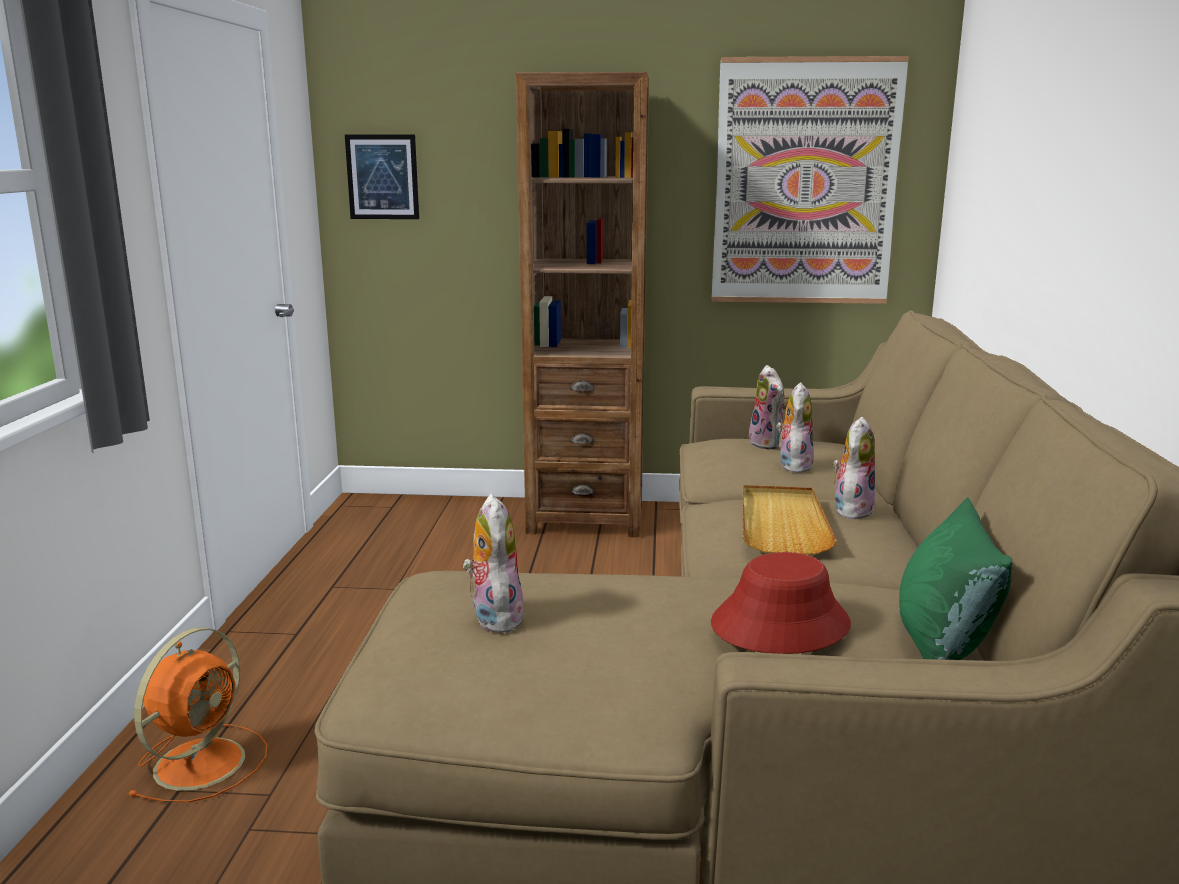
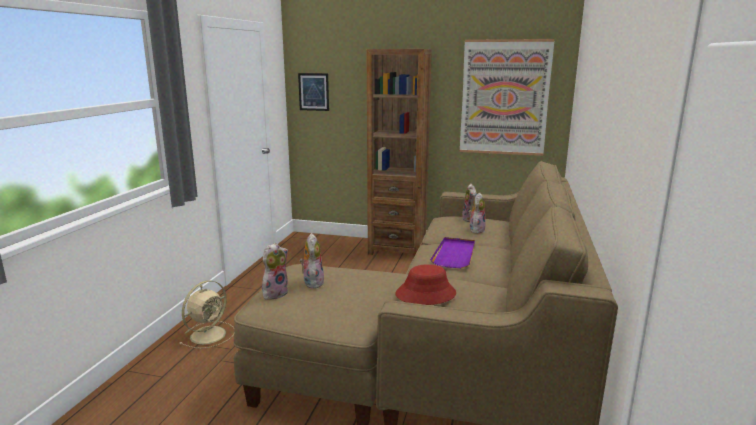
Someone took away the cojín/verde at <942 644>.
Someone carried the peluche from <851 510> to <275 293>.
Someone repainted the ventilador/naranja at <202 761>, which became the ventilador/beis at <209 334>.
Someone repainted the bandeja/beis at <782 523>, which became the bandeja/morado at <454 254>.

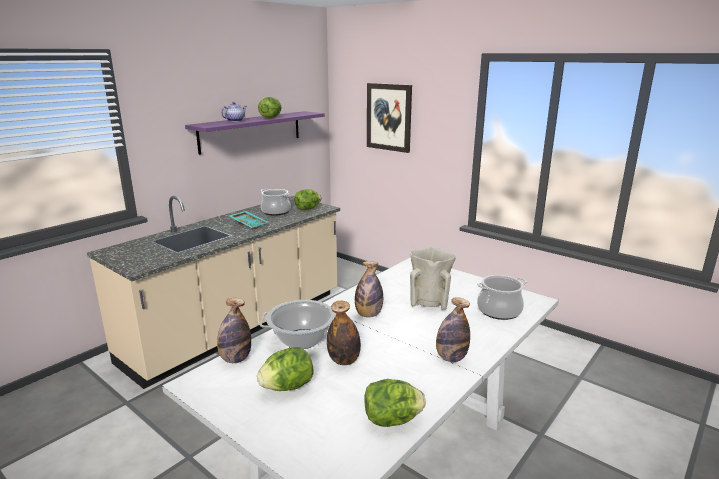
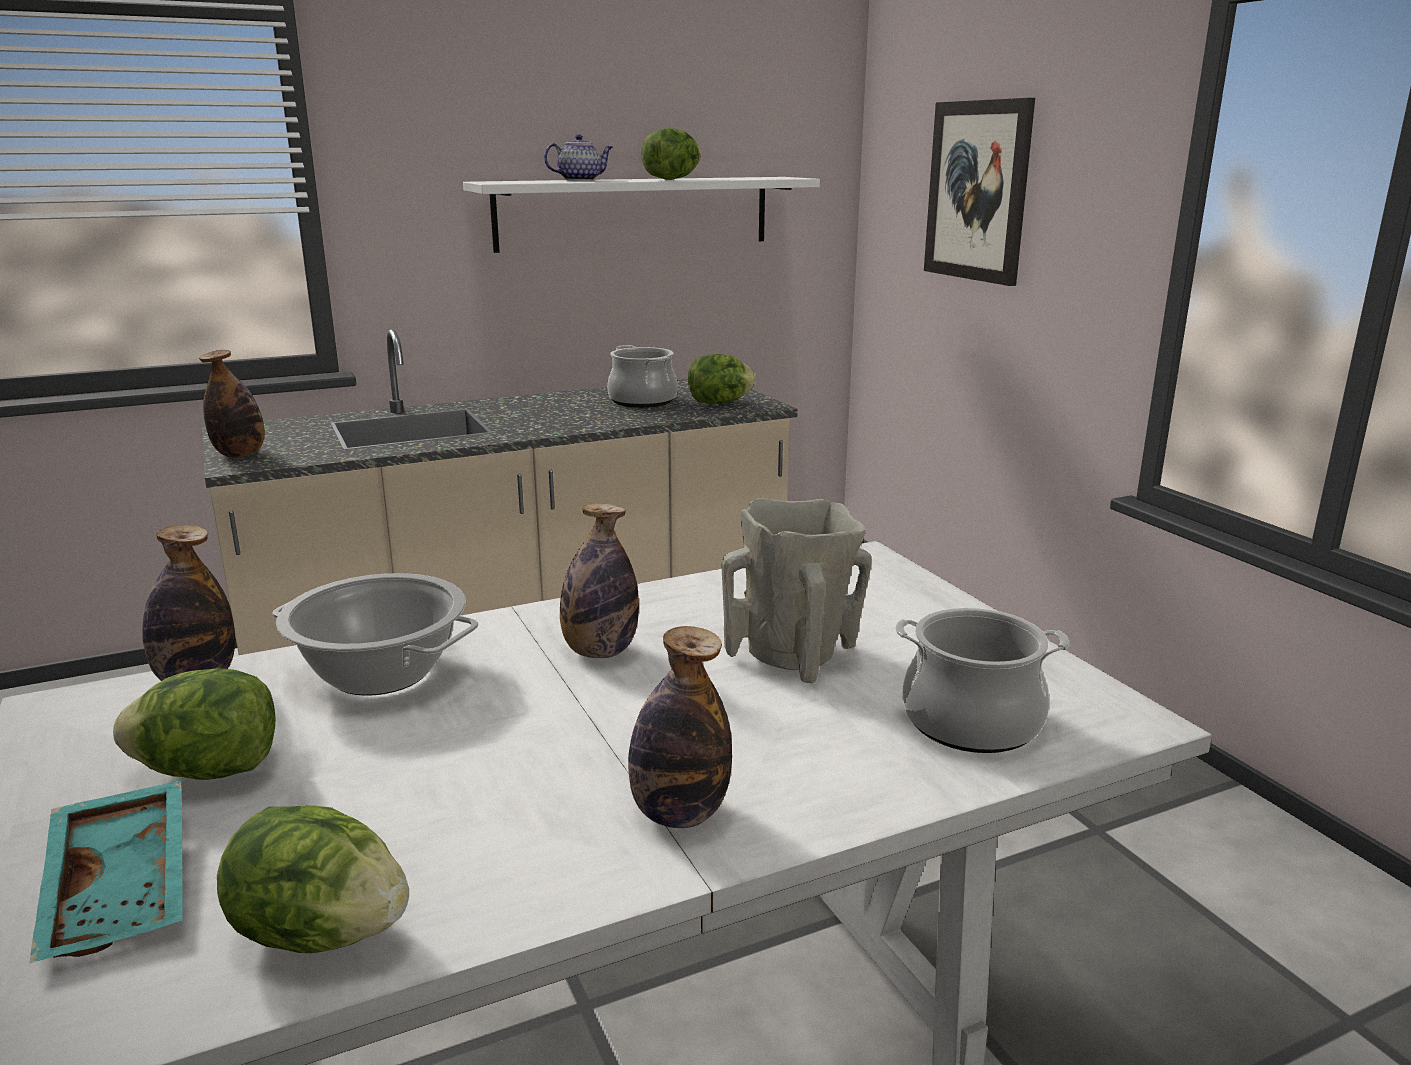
Someone carried the bandeja/turquesa from <249 224> to <125 887>.
Someone carried the botella from <344 360> to <240 455>.
Someone repainted the estante/morado at <251 131>, which became the estante/blanco at <634 213>.

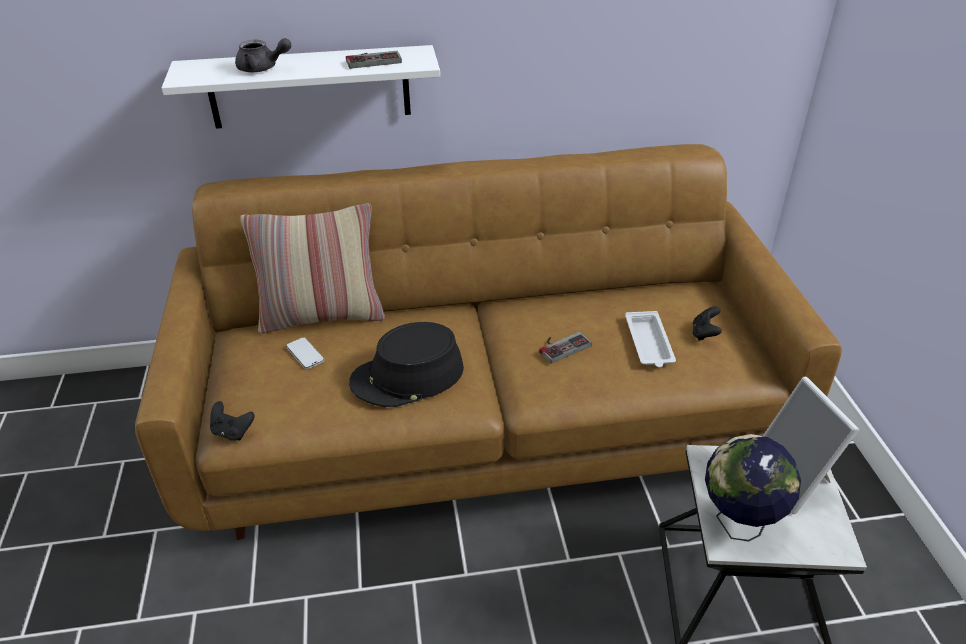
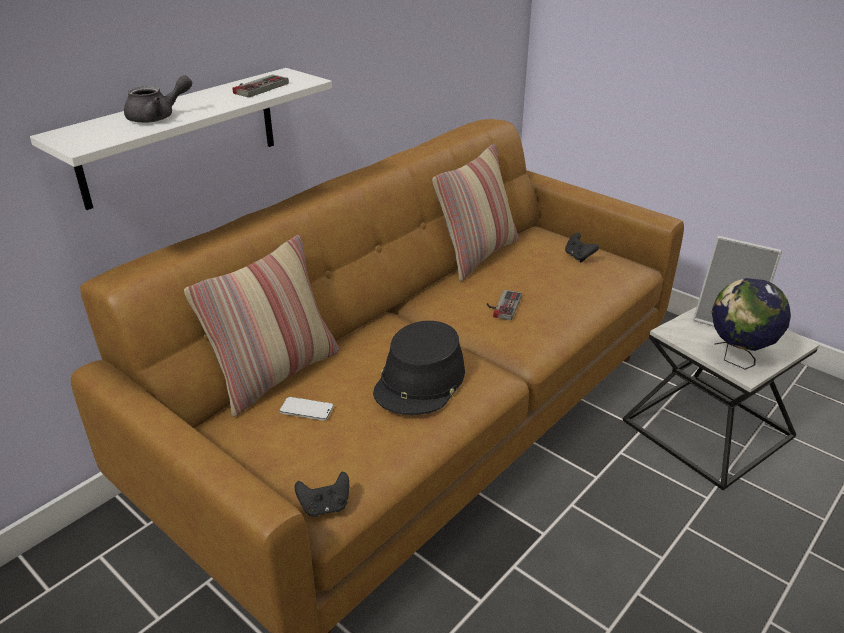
Someone took away the bandeja/blanco at <649 343>.
Someone put down the cojín at <477 255>.

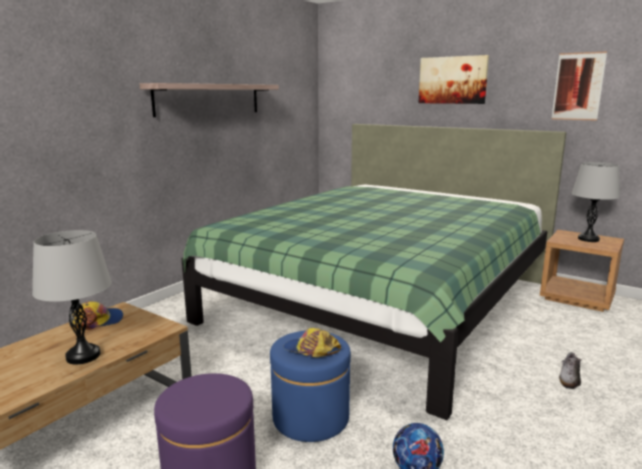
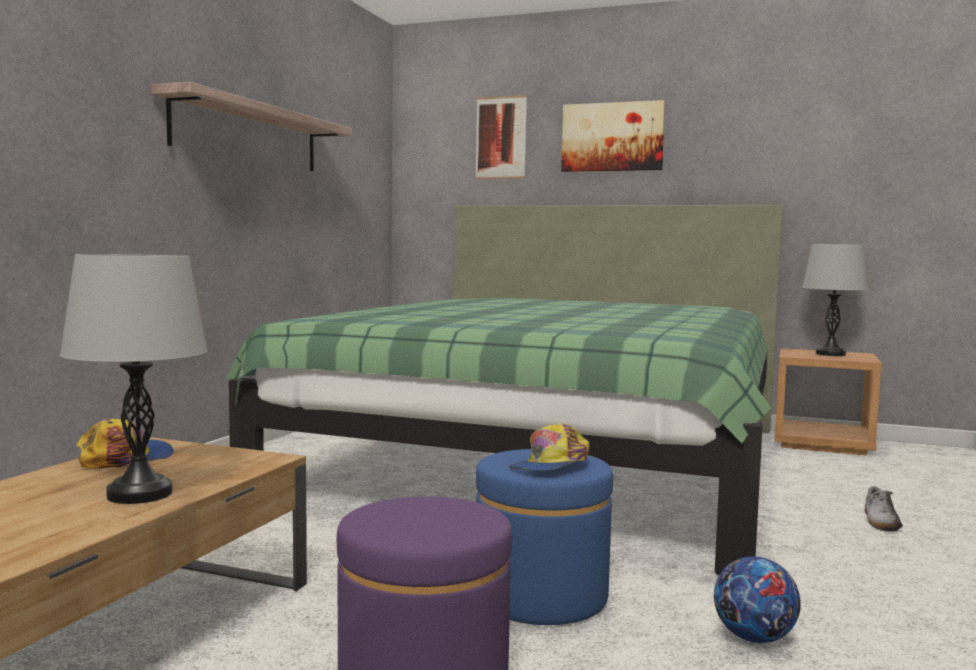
Someone carried the cuadro from <578 86> to <501 137>.
Someone rotated the gorra at <311 350> by 60 degrees counterclockwise.

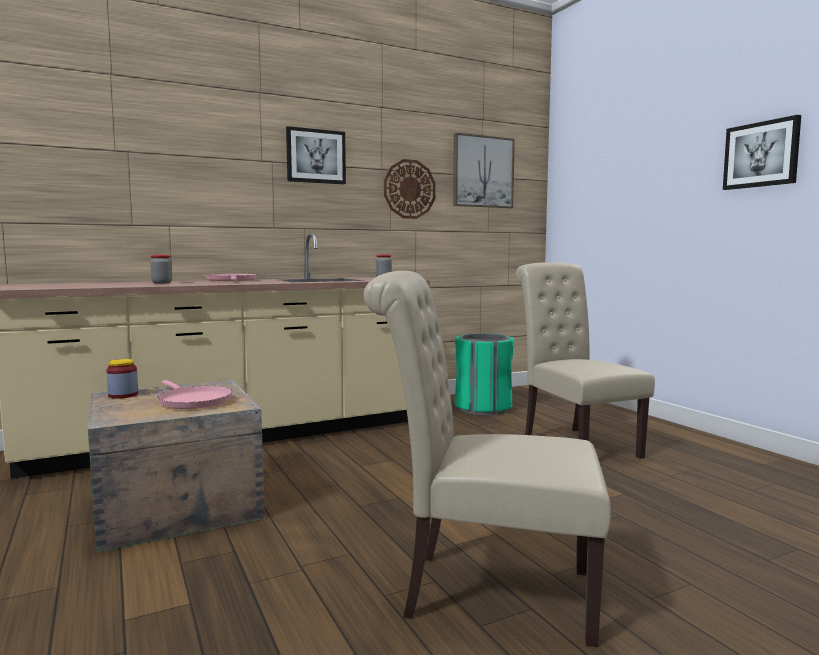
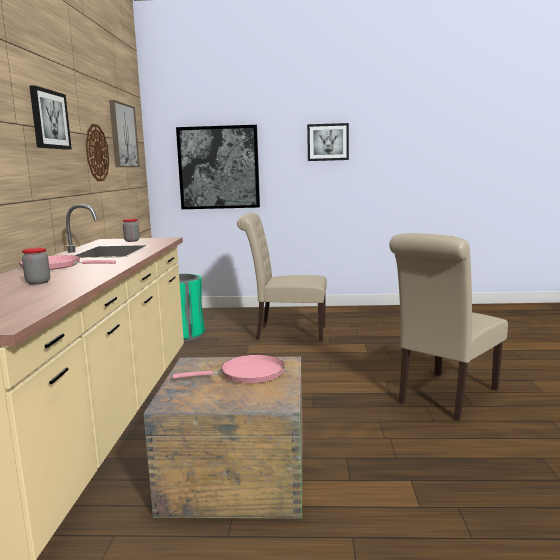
Someone took away the tarro at <123 395>.
Someone put up the cuadro at <218 167>.

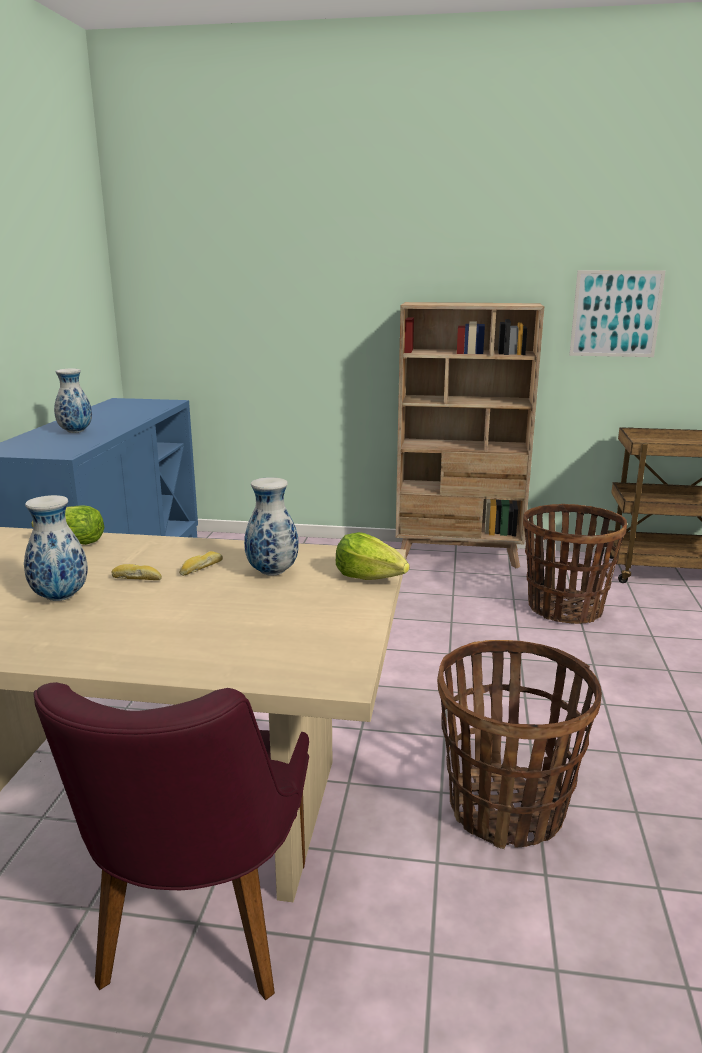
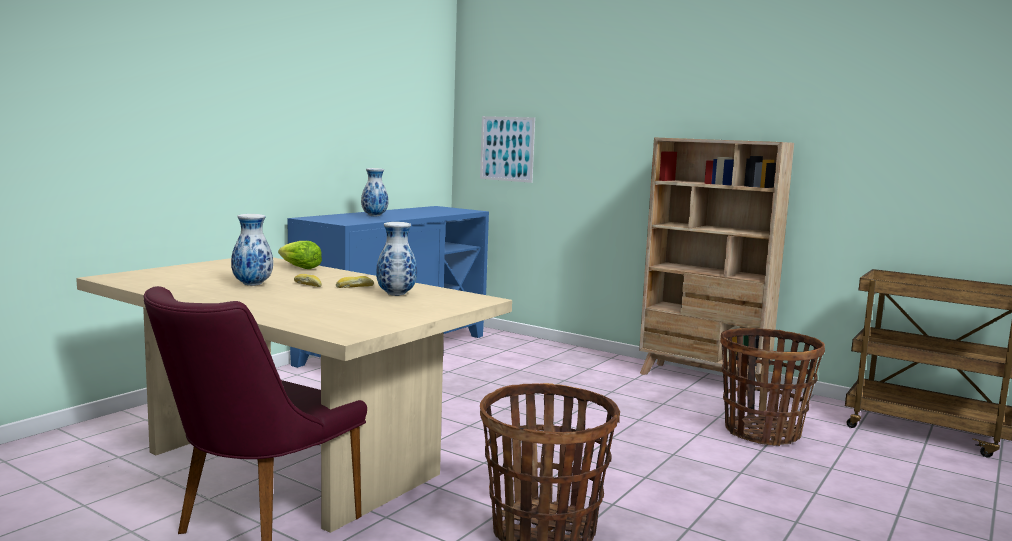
Someone took away the lechuga at <370 577>.
Someone carried the cuadro from <615 314> to <507 149>.

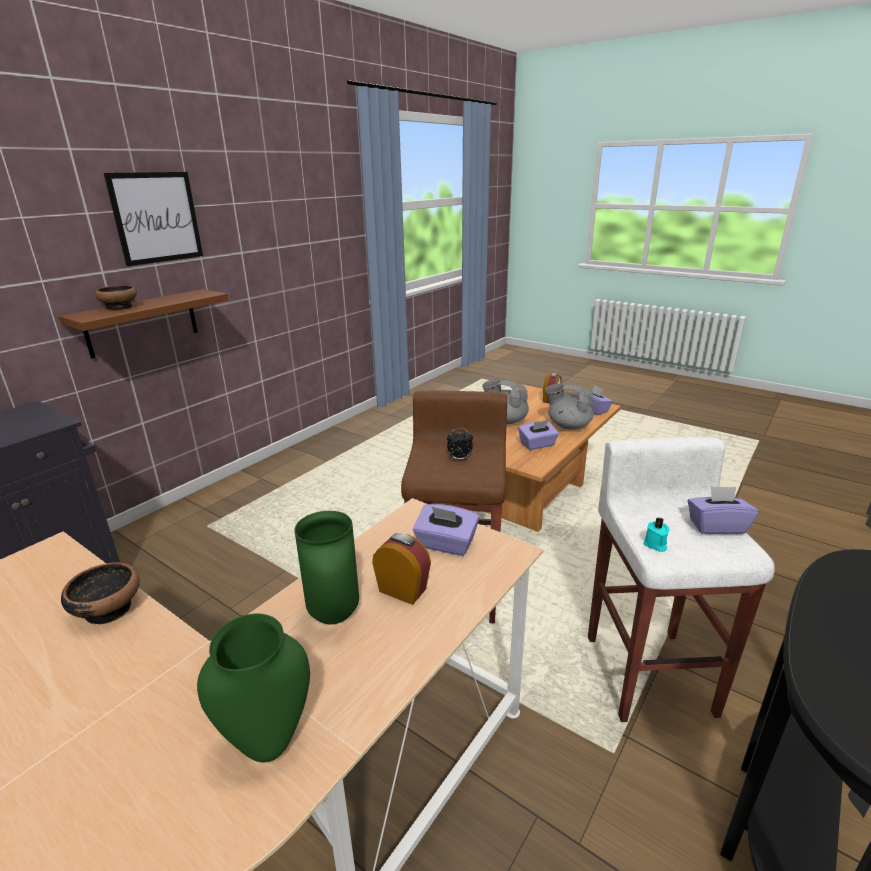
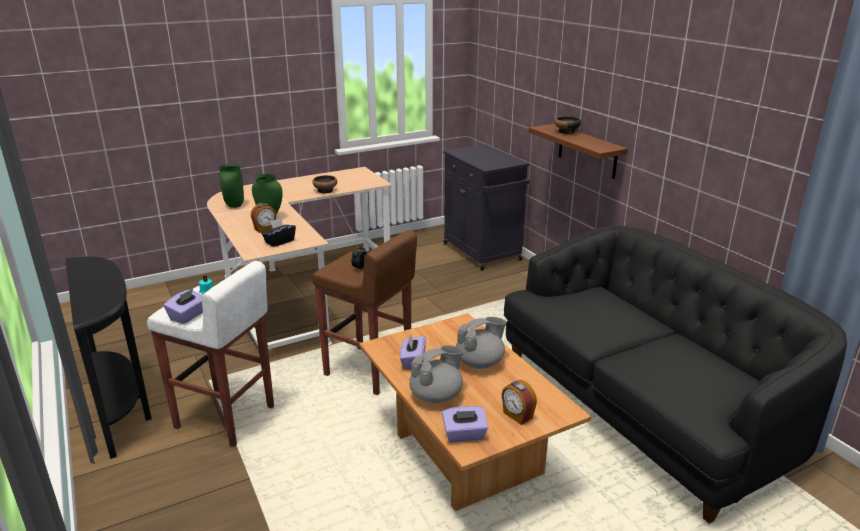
Someone took away the cuadro at <156 217>.
Someone put down the sofá/negro at <643 408>.
Someone repainted the caja de pañuelos/morado at <445 544>, which became the caja de pañuelos/negro at <279 242>.

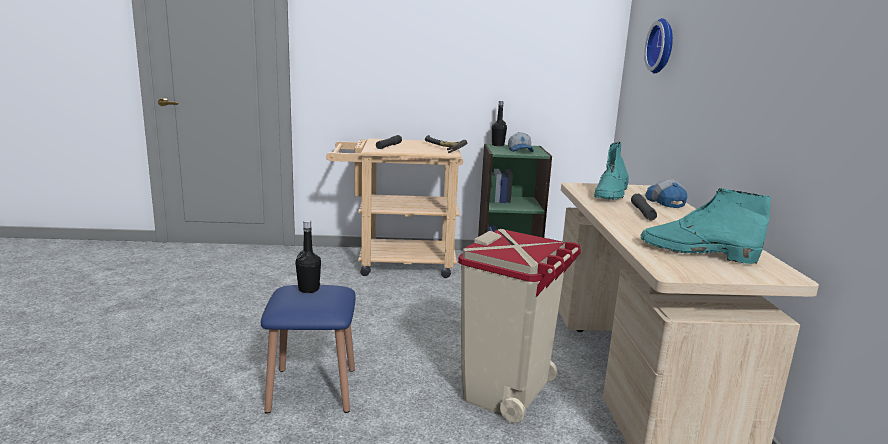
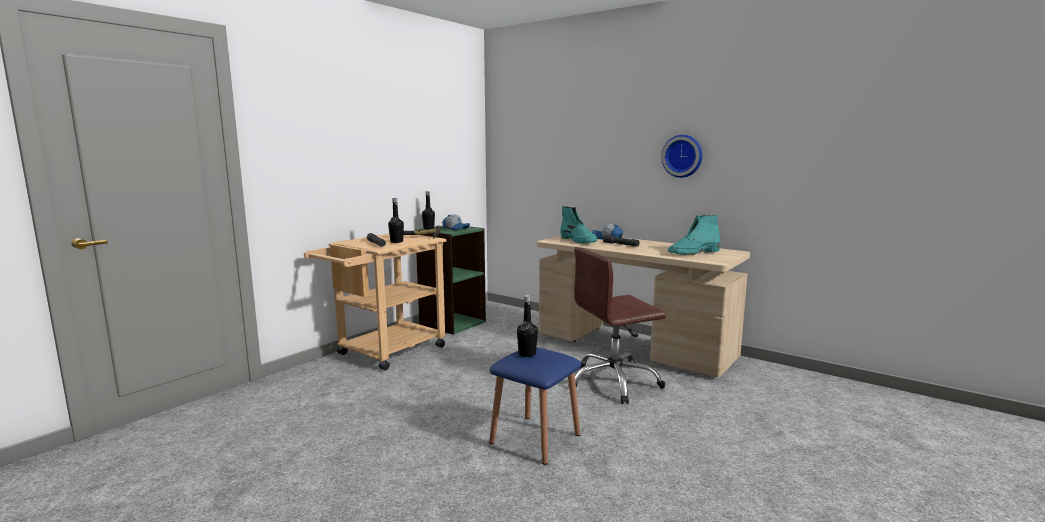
Someone put down the botella/negro at <396 242>.
Someone carried the reloj de pared from <663 46> to <683 156>.
Someone swapped the papelera/beis at <507 392> for the silla de oficina/marrón at <614 382>.

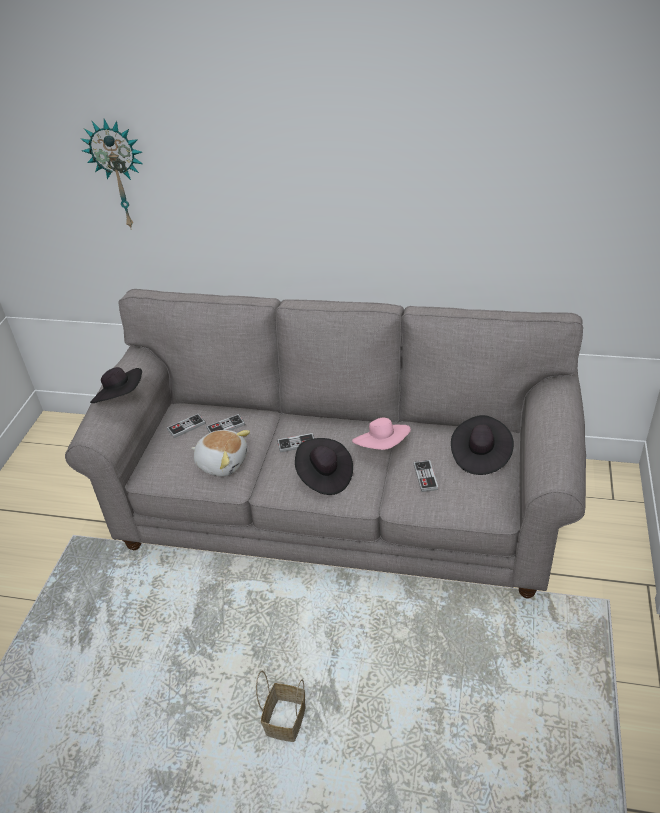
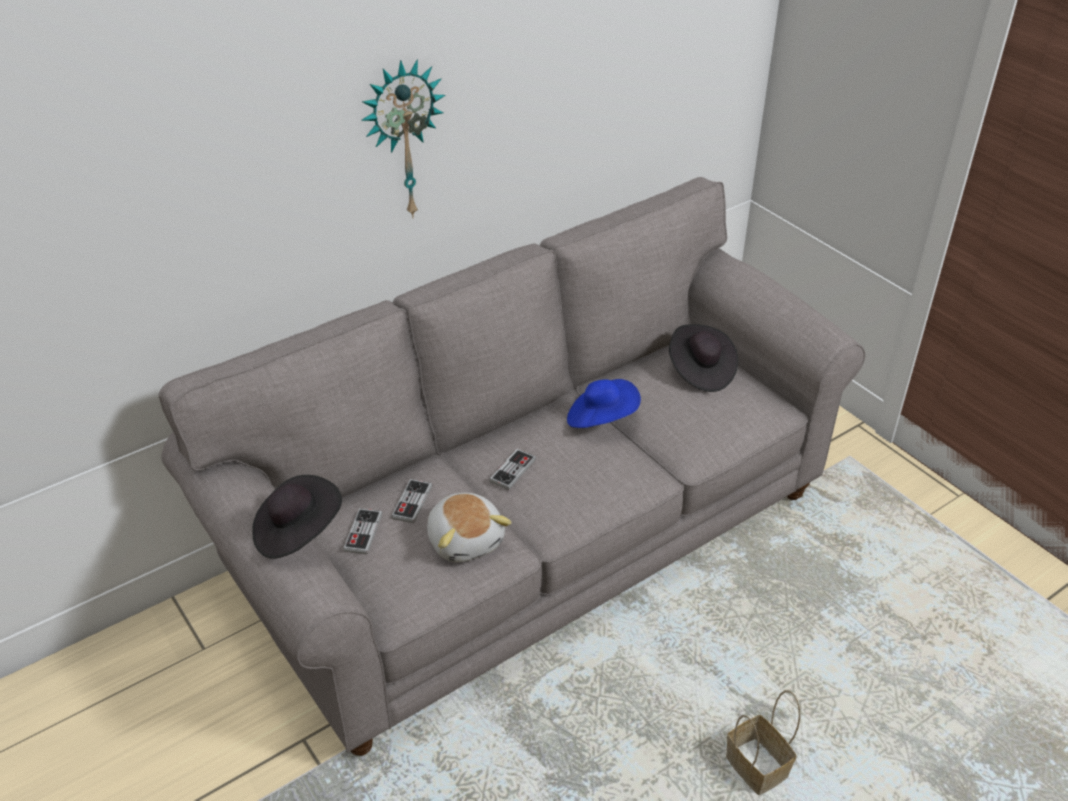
Someone took away the sombrero/negro at <324 476>.
Someone took away the mando de consola at <425 477>.
Someone carried the reloj de pared from <120 174> to <403 140>.
Someone repainted the sombrero/rosa at <382 447>, which became the sombrero/azul at <601 419>.
Someone rotated the peluche at <222 462> by 90 degrees clockwise.

